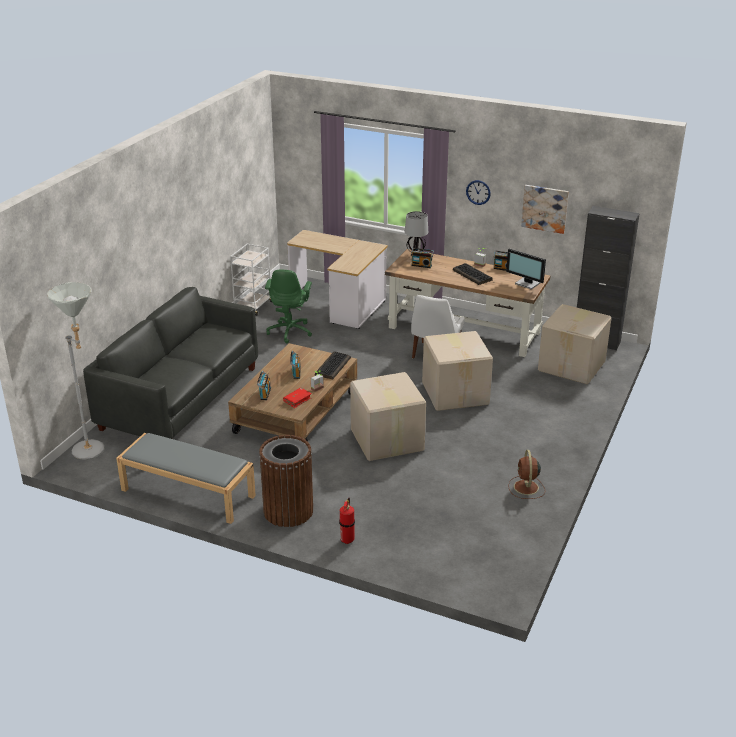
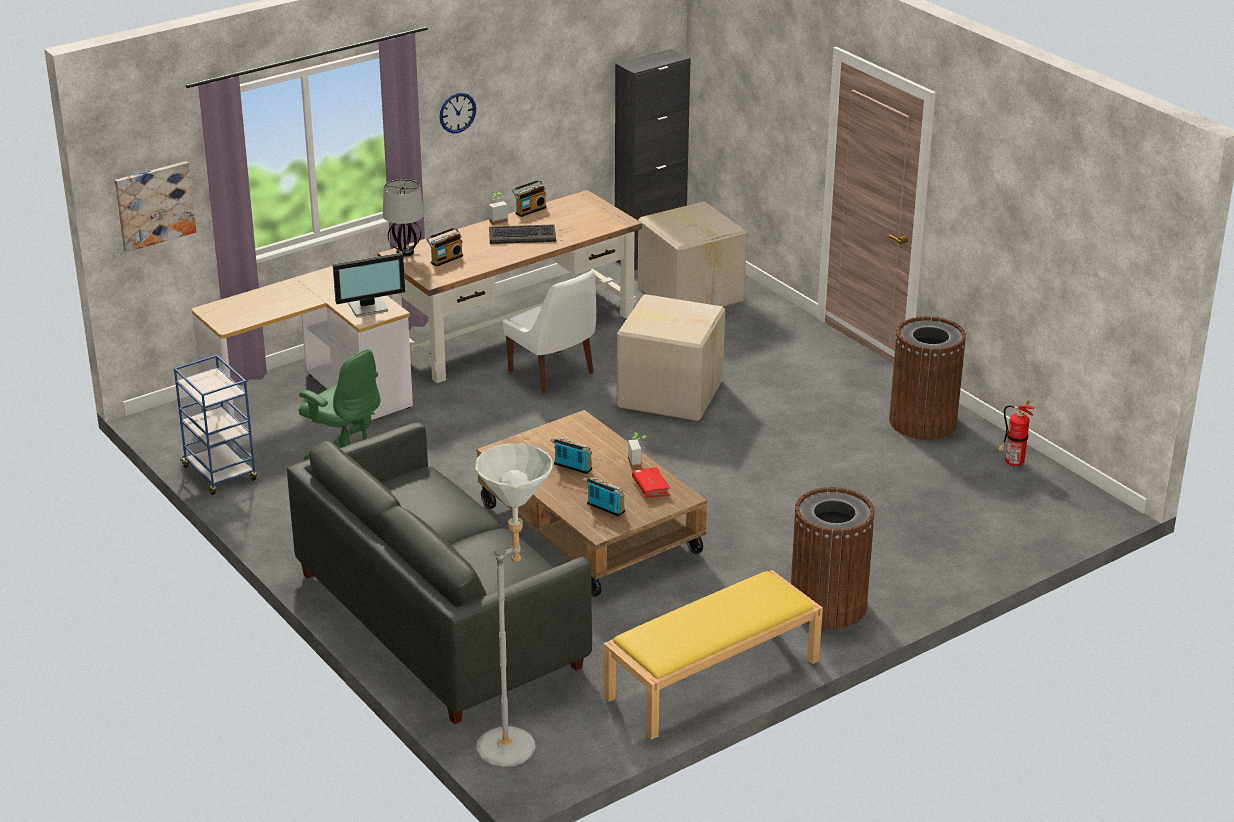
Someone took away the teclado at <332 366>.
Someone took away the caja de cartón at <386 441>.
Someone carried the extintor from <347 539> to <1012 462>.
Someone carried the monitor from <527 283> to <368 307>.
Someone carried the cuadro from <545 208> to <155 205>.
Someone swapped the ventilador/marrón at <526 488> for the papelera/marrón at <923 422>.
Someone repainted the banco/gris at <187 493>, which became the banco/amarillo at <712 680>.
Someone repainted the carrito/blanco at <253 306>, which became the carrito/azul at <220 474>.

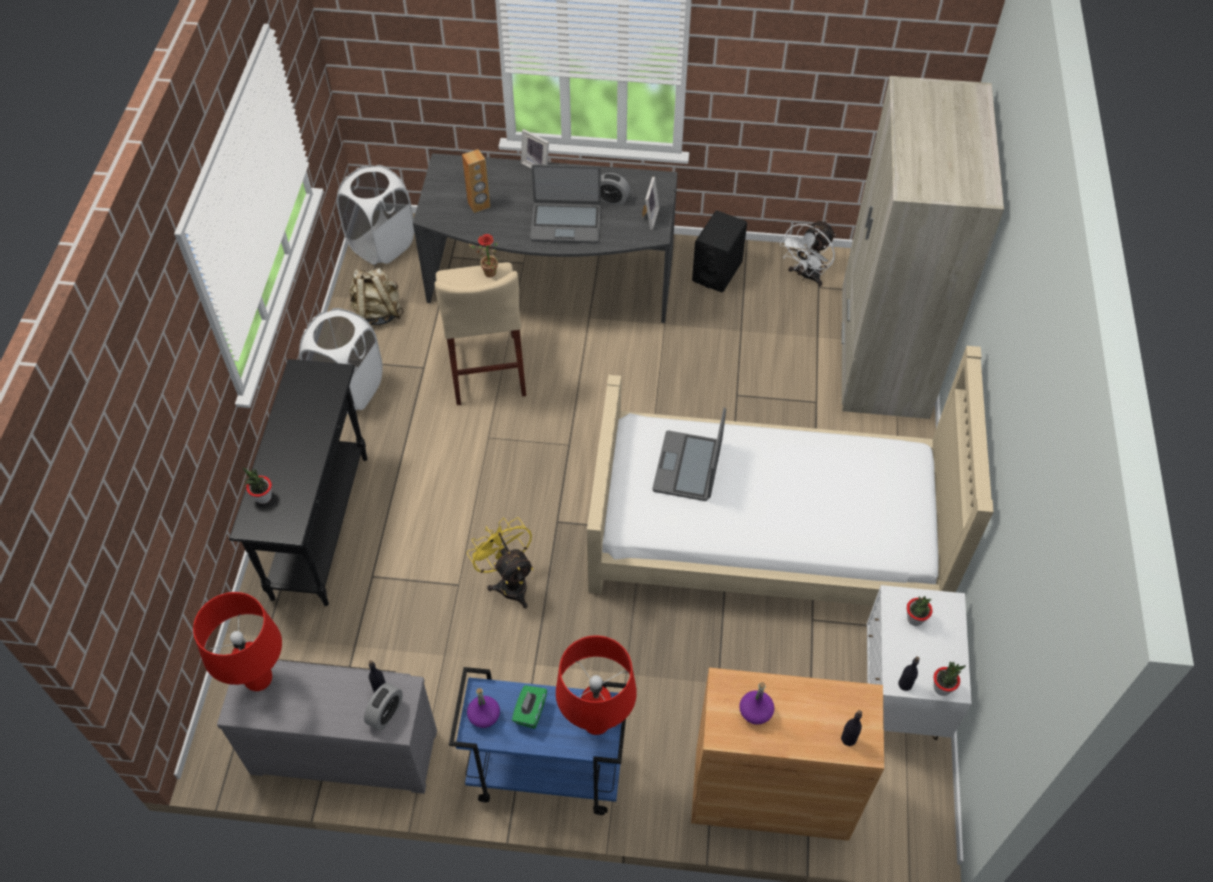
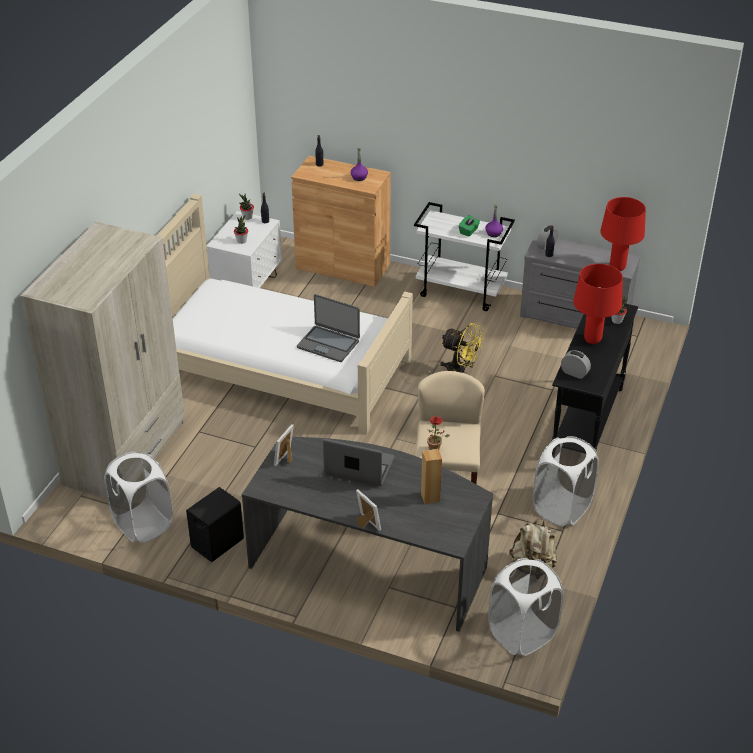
Someone carried the lámpara de mesa/rojo from <596 723> to <592 339>.
Someone carried the despertador from <612 199> to <574 373>.
Someone swapped the ventilador/blanco at <806 276> for the cesto de la ropa/blanco at <143 524>.
Someone repainted the carrito/azul at <545 772>, which became the carrito/blanco at <461 291>.
Someone rotated the ventilador/amarillo at <509 582> by 45 degrees counterclockwise.
Someone rotated the portátil at <688 467> by 90 degrees clockwise.

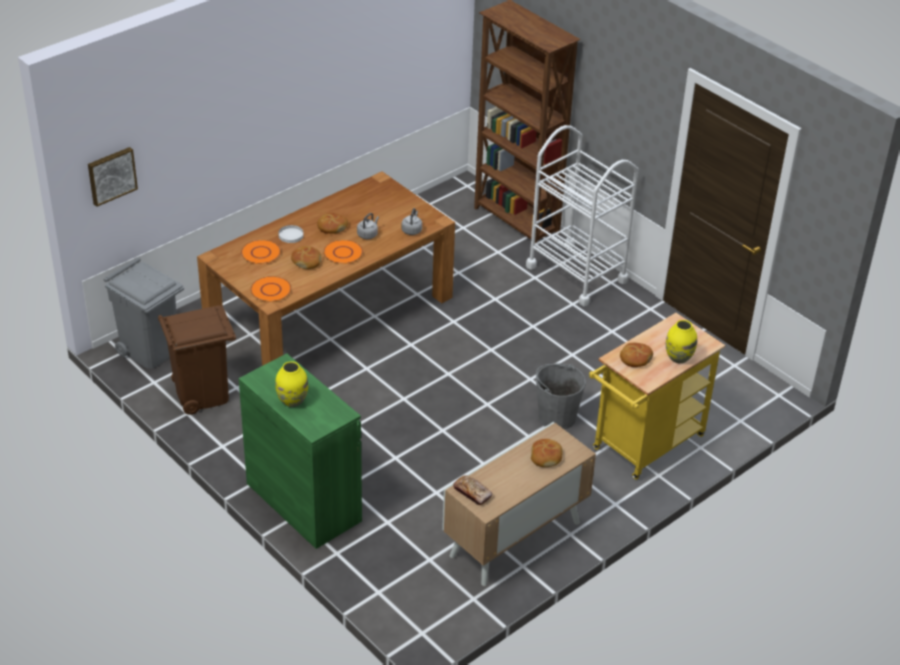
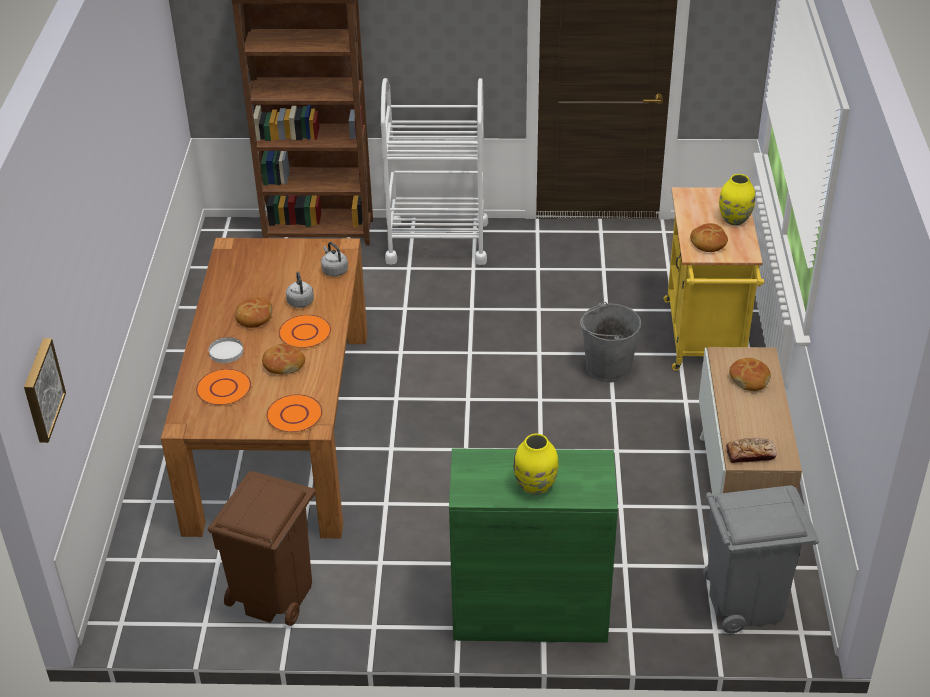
Someone carried the papelera/gris from <151 350> to <745 601>.

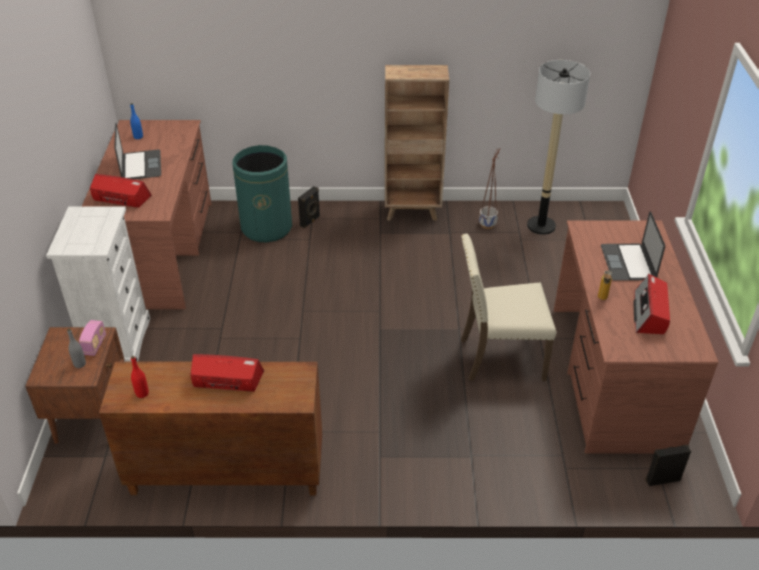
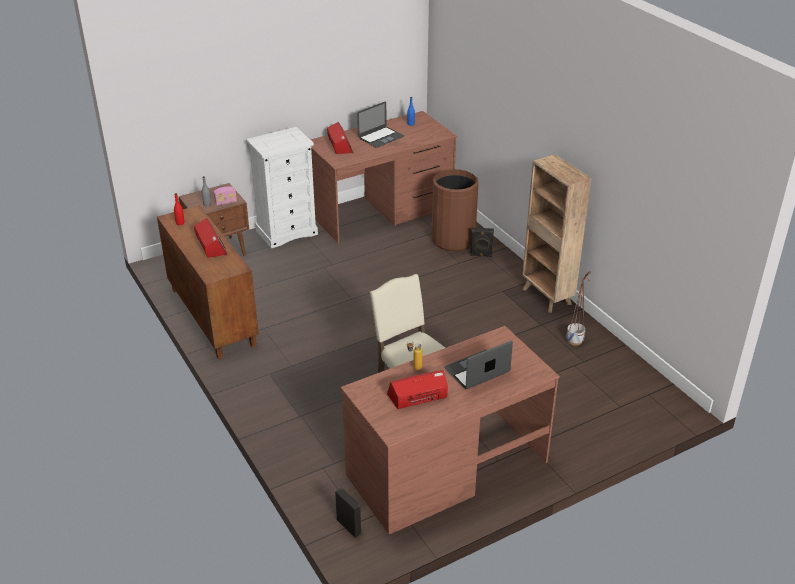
Someone took away the lámpara de pie at <541 225>.
Someone repainted the papelera/verde at <267 227>, which became the papelera/marrón at <453 240>.

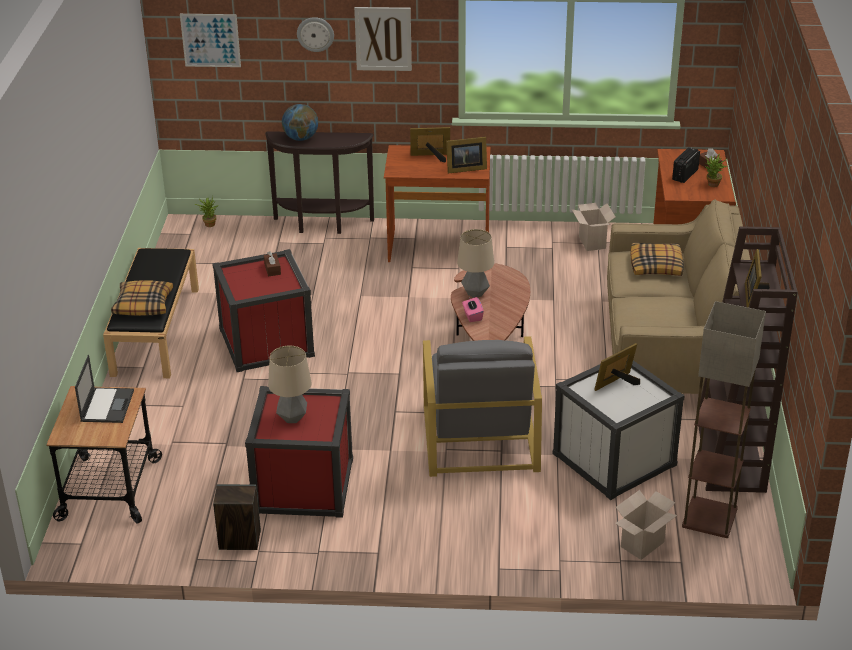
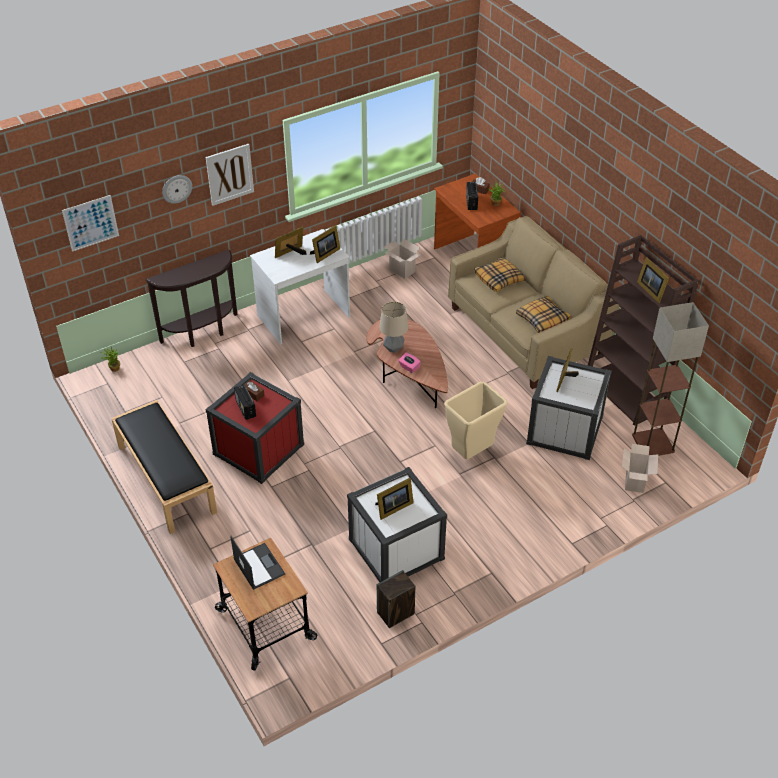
Someone took away the globo terráqueo at <301 138>.
Someone put down the radio at <246 409>.
Someone carried the cojín from <143 304> to <542 319>.
Someone swapped the lámpara de mesa at <292 418> for the portarretratos at <393 508>.
Someone swapped the sillón/gris at <480 437> for the papelera/beis at <472 454>.
Someone repainted the caja de almacenaje/rojo at <304 485>, which became the caja de almacenaje/blanco at <396 548>.
Someone repainted the escritorio/marrón at <438 247>, which became the escritorio/blanco at <304 317>.

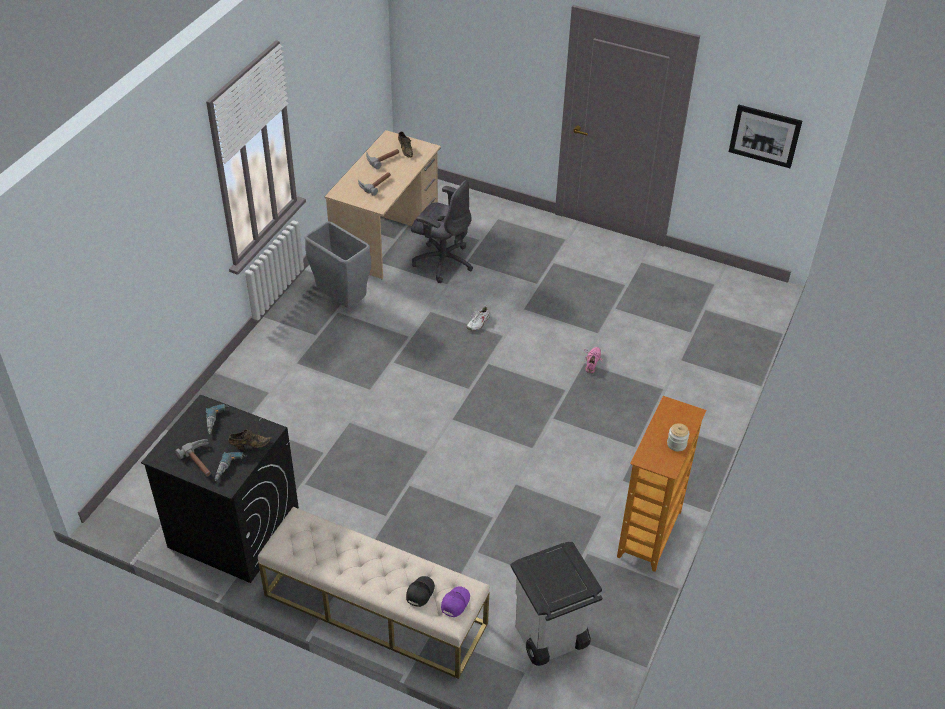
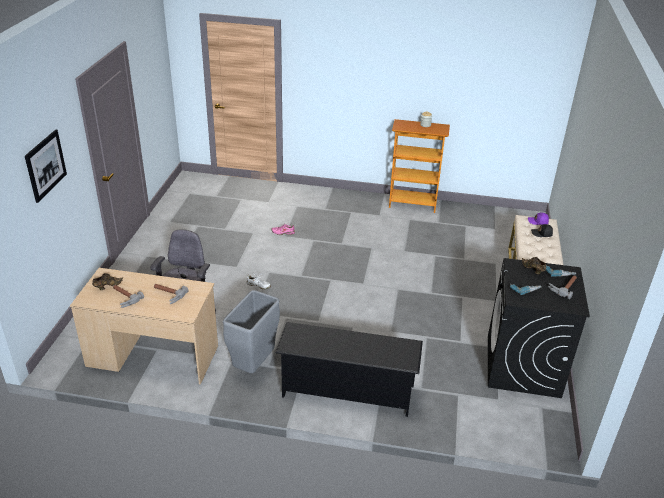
Someone took away the papelera/gris at <549 638>.
Someone put down the zapatero/negro at <347 391>.
Someone carried the cuadro from <764 136> to <45 165>.

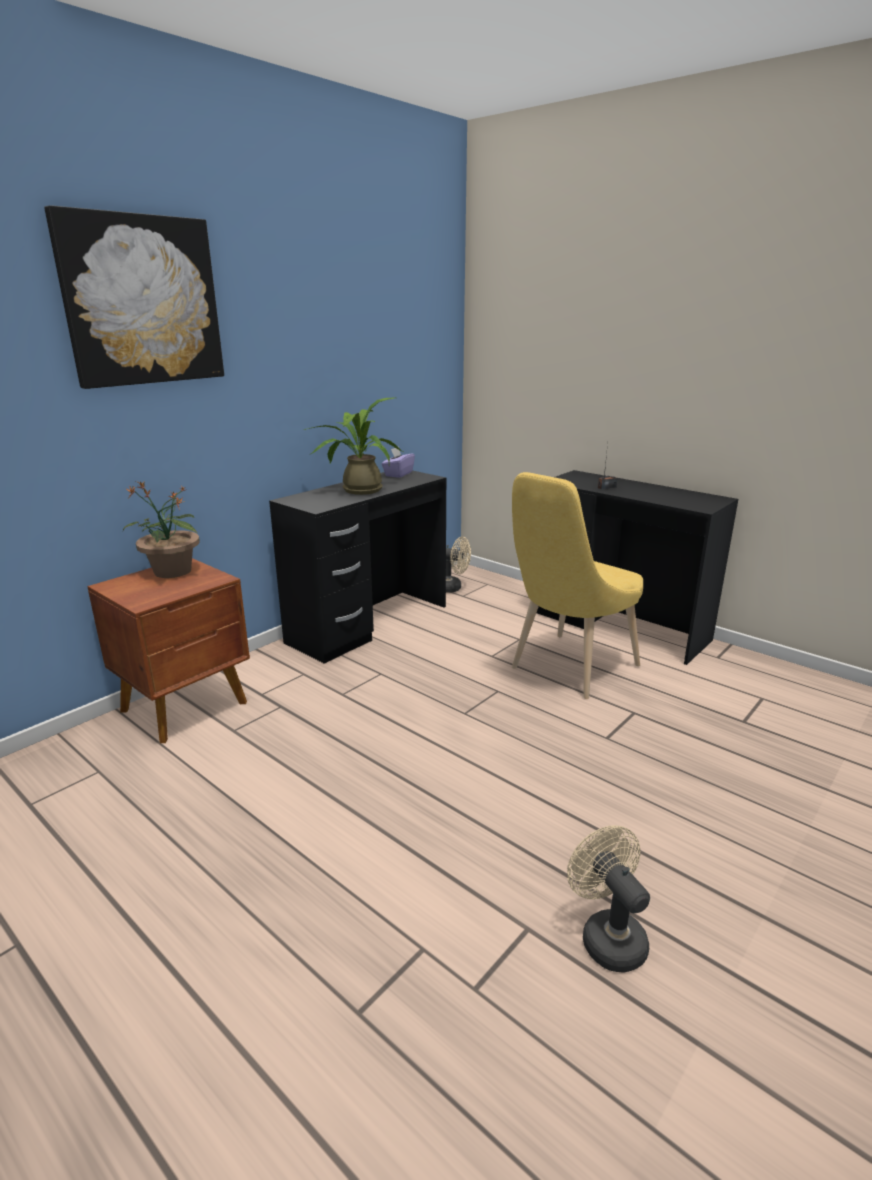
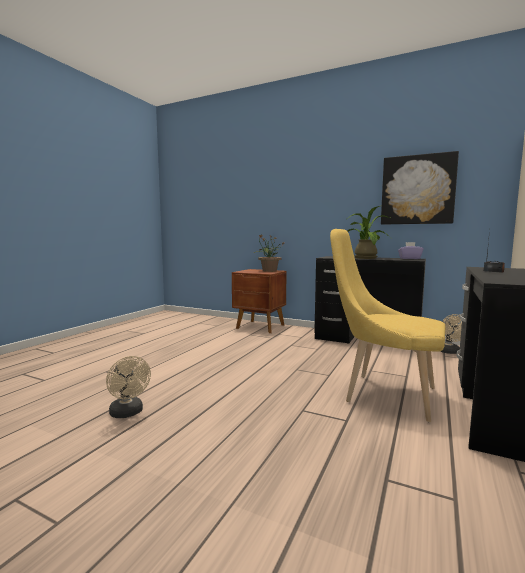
Someone carried the cuadro from <142 301> to <417 190>.
Someone rotated the ventilador/beis at <607 936> by 90 degrees clockwise.

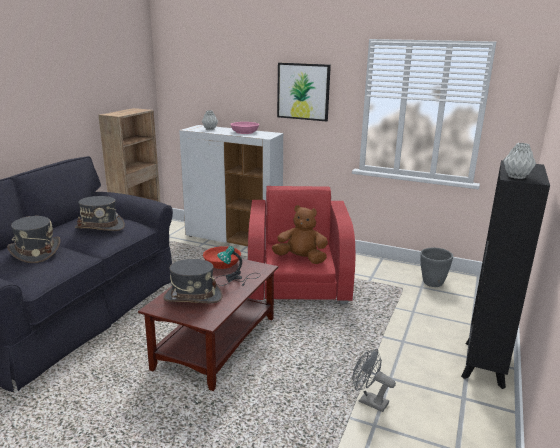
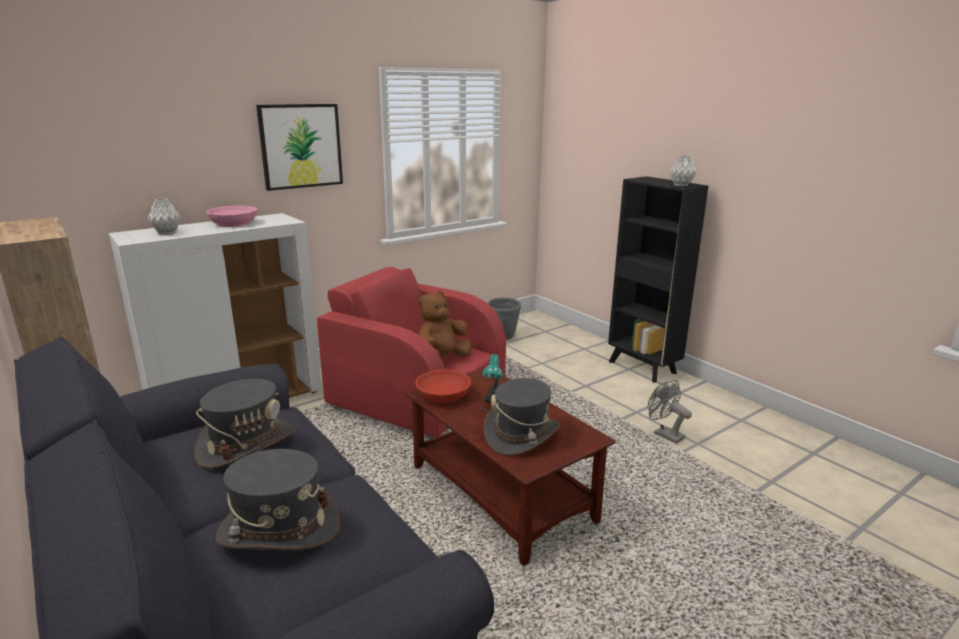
Someone rotated the ventilador/gris at <369 401> by 75 degrees clockwise.

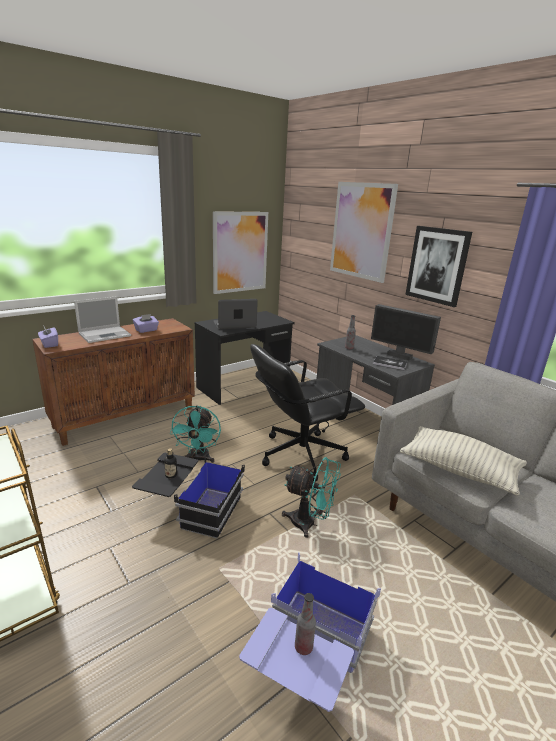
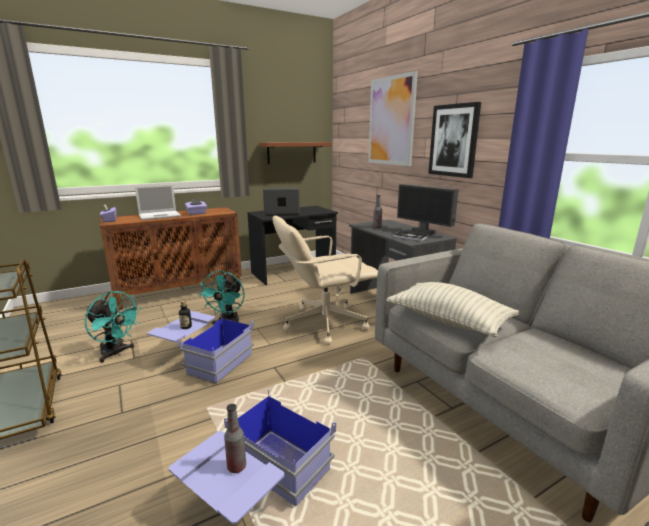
Someone carried the ventilador/turquesa from <309 524> to <116 353>.
Someone swapped the cuadro at <240 252> for the estante/marrón at <291 152>.
Someone repainted the caja de almacenaje/negro at <190 508>, which became the caja de almacenaje/azul at <203 359>.
Someone repainted the silla de oficina/negro at <300 454>, which became the silla de oficina/beis at <324 323>.

